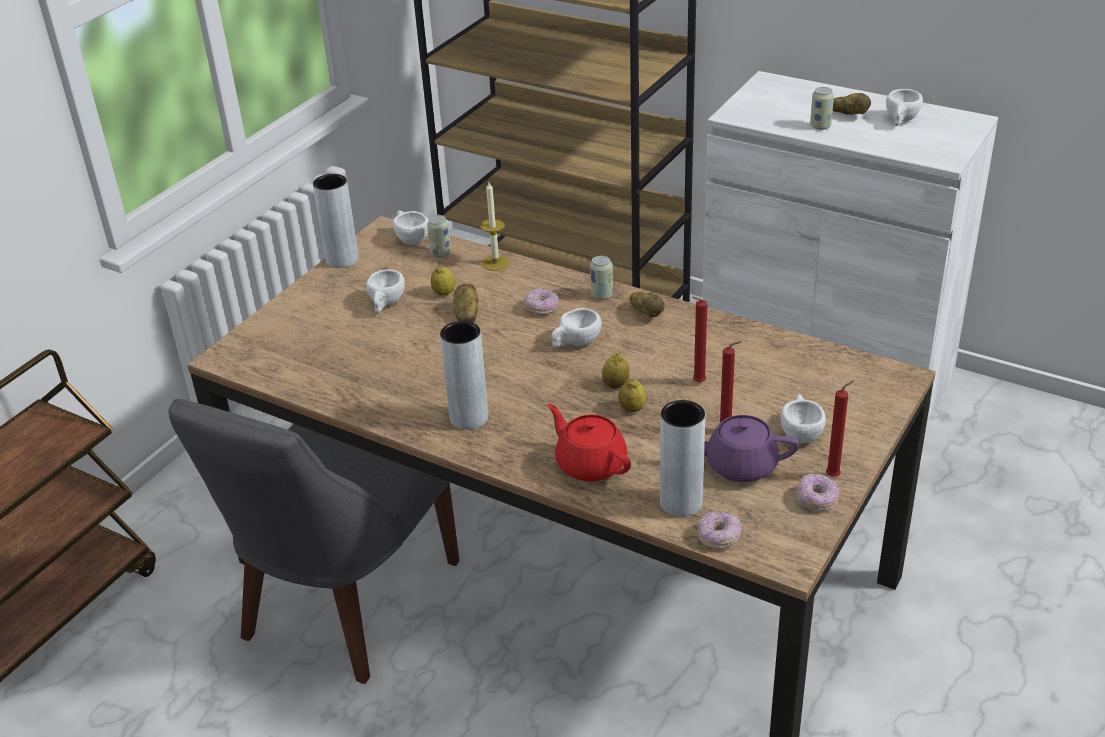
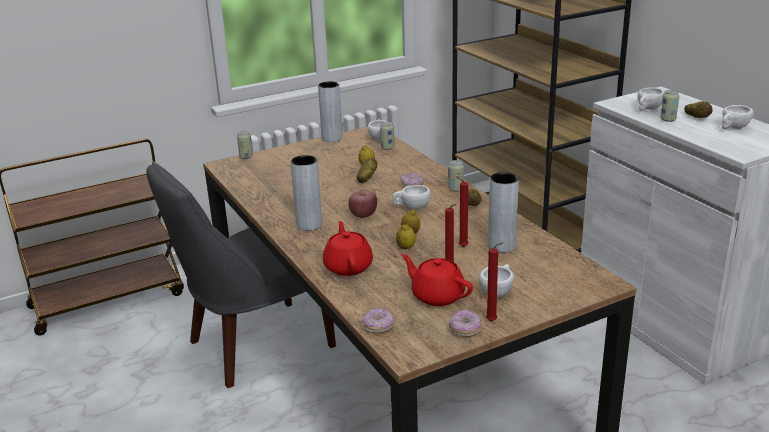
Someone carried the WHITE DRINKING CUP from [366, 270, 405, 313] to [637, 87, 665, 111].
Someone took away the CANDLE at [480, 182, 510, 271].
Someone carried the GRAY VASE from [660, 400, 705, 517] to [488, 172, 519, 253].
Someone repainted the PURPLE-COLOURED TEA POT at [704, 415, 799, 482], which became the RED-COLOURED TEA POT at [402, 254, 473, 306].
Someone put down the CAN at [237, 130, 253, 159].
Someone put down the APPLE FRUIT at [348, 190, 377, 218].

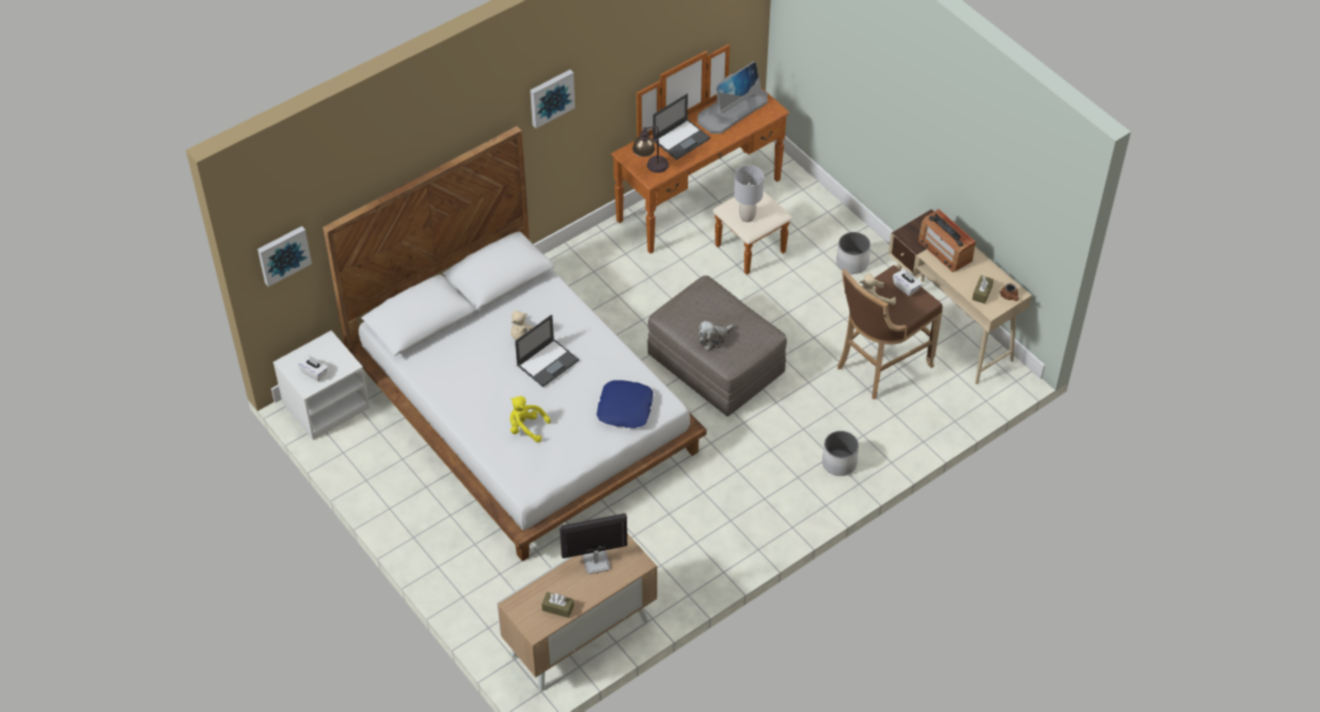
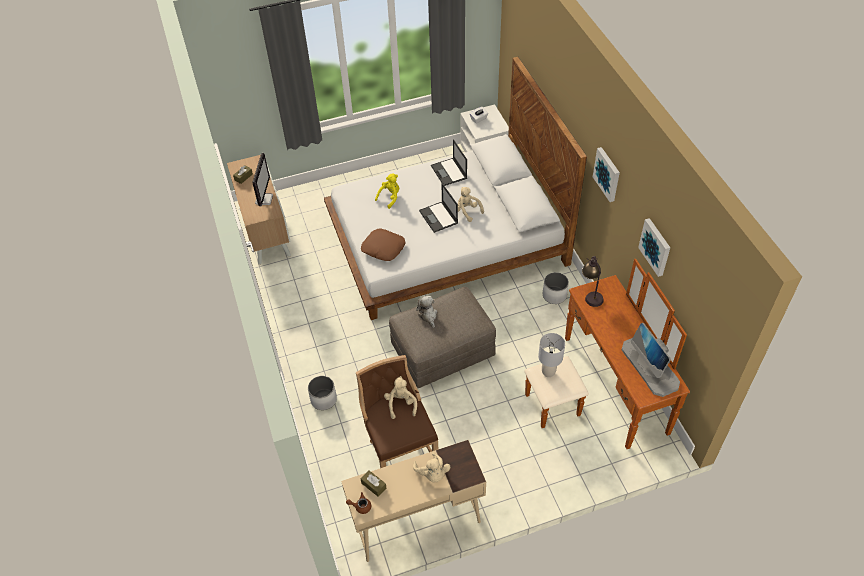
Someone carried the PICTURE from [258, 226, 312, 287] to [638, 218, 670, 277].
Someone repainted the BLUE-COLOURED CUSHION at [596, 380, 653, 428], which became the BROWNISH CUSHION at [361, 228, 405, 261].
Someone carried the LAPTOP from [653, 94, 710, 160] to [431, 139, 467, 186].
Someone carried the WHITE PLANTER from [837, 232, 871, 274] to [543, 272, 569, 304].
Someone took away the WHITE TISSUE BOX at [893, 269, 922, 296].
Someone swapped the RADIO SET at [918, 209, 976, 272] for the SAND-COLOURED PLUSH TOY at [413, 453, 450, 483].

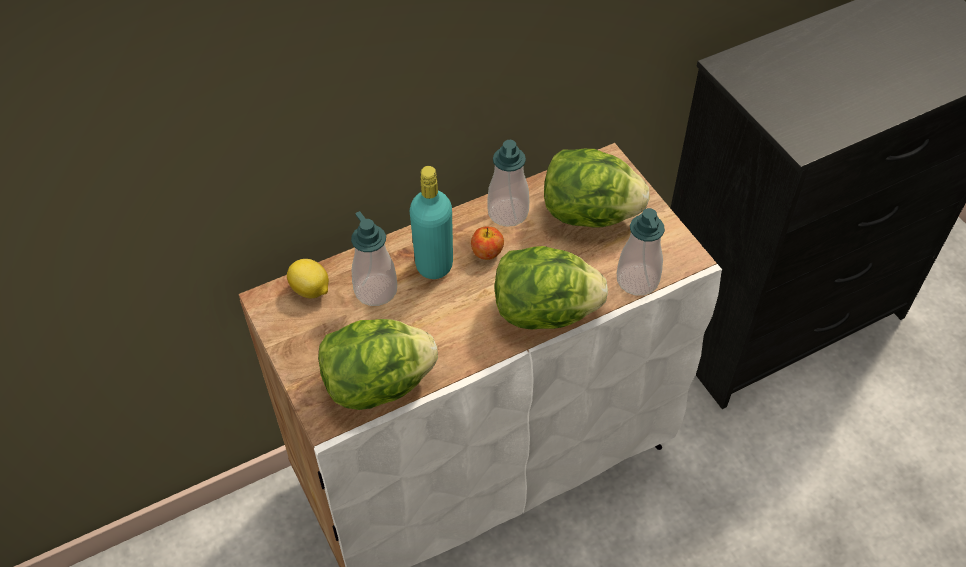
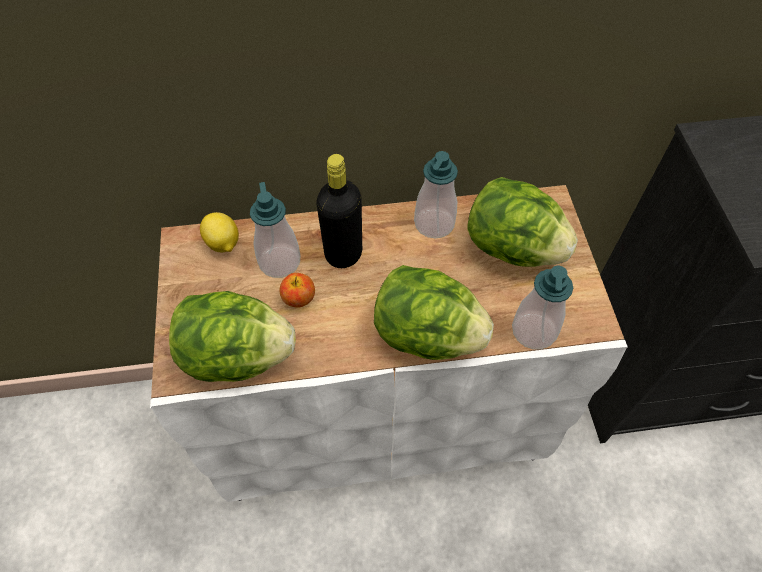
Someone repainted the TURQUOISE BEVERAGE BOTTLE at [410, 166, 453, 279], which became the BLACK BEVERAGE BOTTLE at [317, 154, 362, 268].
Someone carried the APPLE FRUIT from [471, 227, 504, 260] to [280, 273, 315, 308].

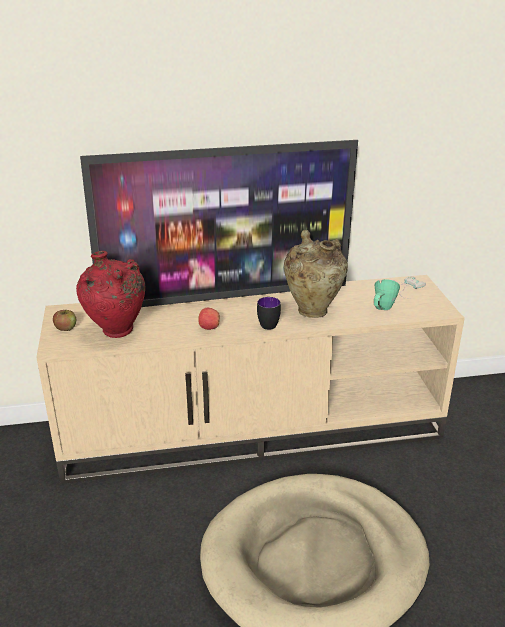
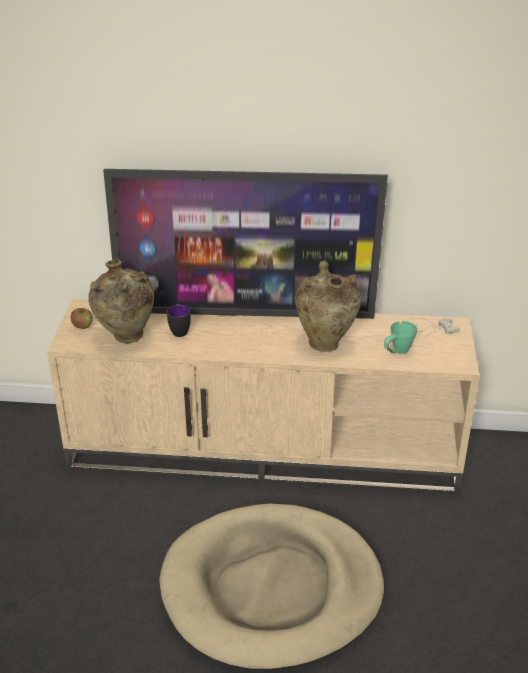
Someone repainted the RED-COLOURED VASE at [76, 251, 145, 338], which became the SAND-COLOURED VASE at [88, 259, 154, 343].
Someone took away the APPLE FRUIT at [198, 308, 220, 330].
Someone carried the COFFEE MUG from [257, 297, 281, 330] to [167, 305, 191, 337].

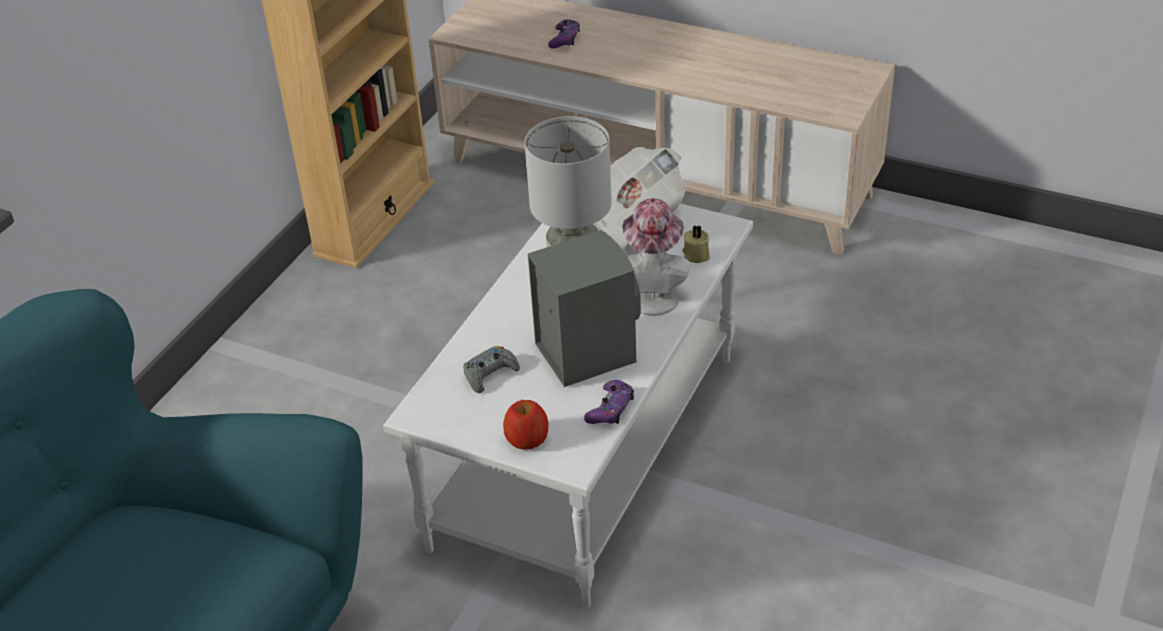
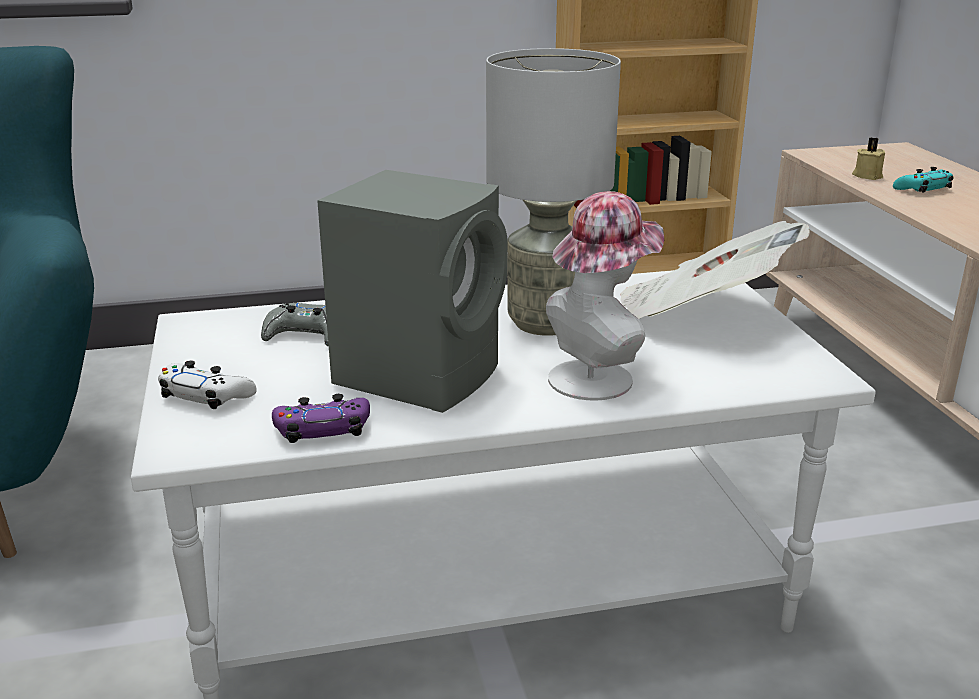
Someone swapped the APPLE FRUIT at [503, 400, 548, 450] for the WHITE GAMEPAD at [158, 361, 257, 409].
Someone repainted the PURPLE-COLOURED GAMEPAD at [548, 19, 580, 49], which became the TURQUOISE GAMEPAD at [893, 167, 953, 193].
Someone carried the SAND-COLOURED CANDLE from [682, 225, 709, 263] to [852, 137, 885, 180].

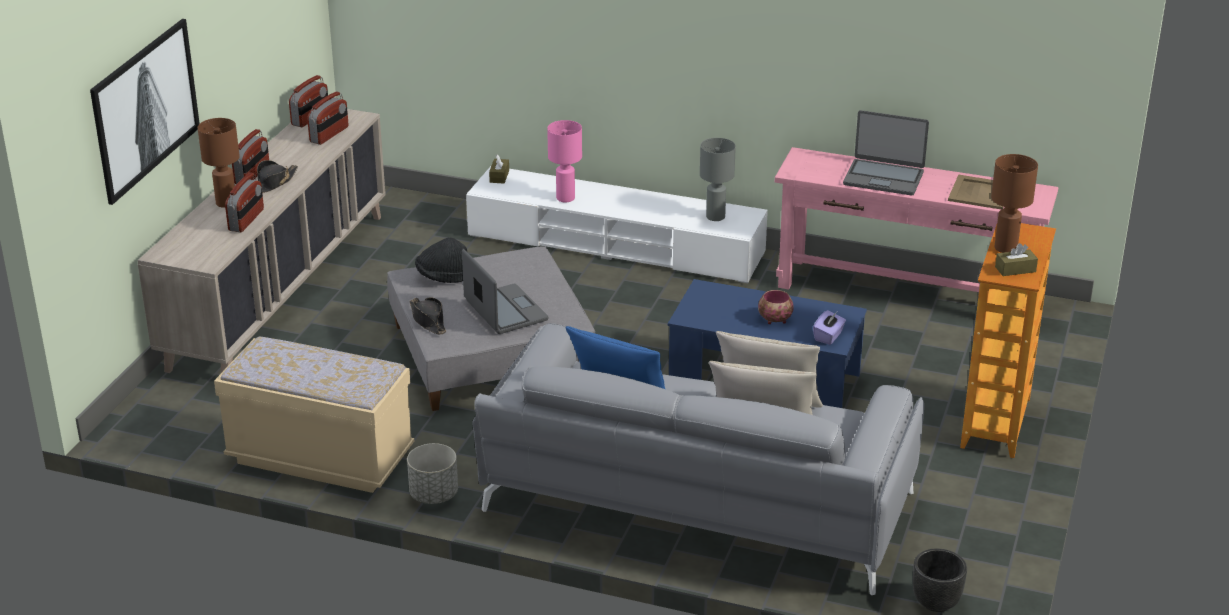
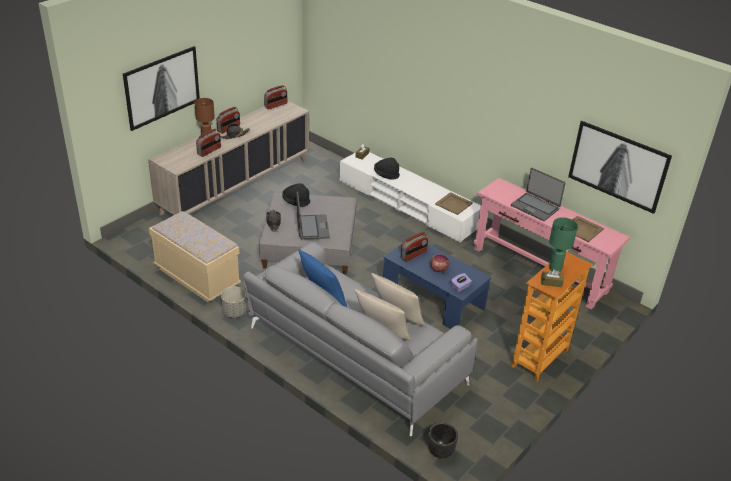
Someone carried the RADIO SET from [307, 91, 349, 145] to [401, 232, 428, 262].
Someone swapped the PINKISH LAMP FOR A TABLE at [547, 120, 582, 202] for the BLACK HAT at [374, 157, 400, 180].
Someone swapped the GRAY LAMP FOR A TABLE at [700, 138, 736, 221] for the SAND-COLOURED TRAY at [435, 192, 473, 215].
Someone repainted the BROWNISH LAMP FOR A TABLE at [991, 154, 1038, 253], which became the GREEN LAMP FOR A TABLE at [549, 217, 578, 272].
Someone put up the PICTURE at [568, 121, 672, 214].

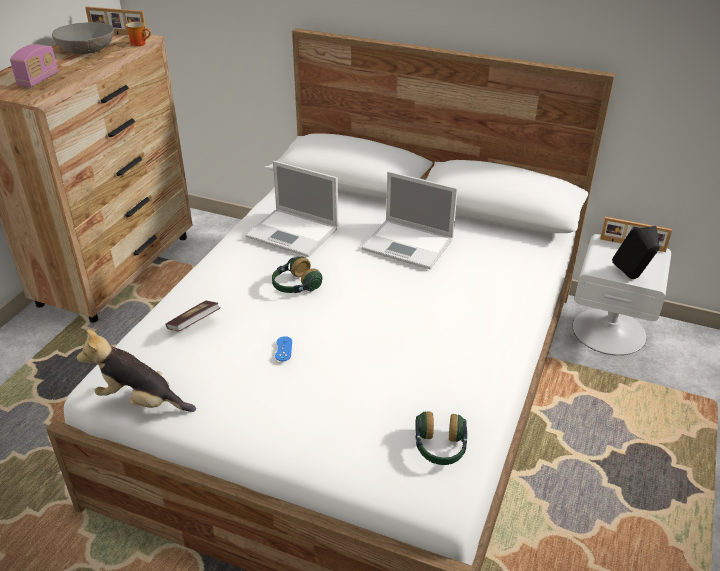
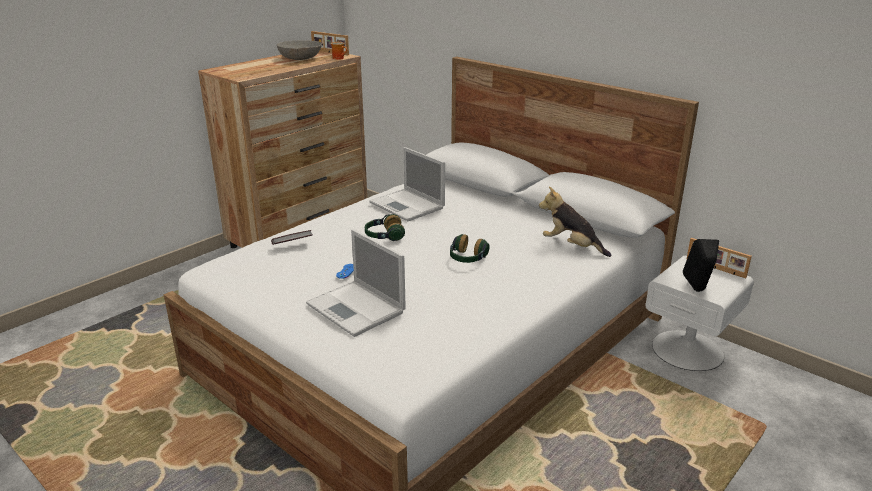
Someone took away the RADIO SET at [10, 44, 58, 87].
Someone carried the PLUSH TOY from [77, 329, 196, 412] to [539, 187, 611, 257].
Someone carried the LAPTOP from [361, 171, 458, 269] to [306, 229, 406, 337].
Someone carried the PAIR OF HEADPHONES from [415, 411, 467, 465] to [450, 234, 490, 263].

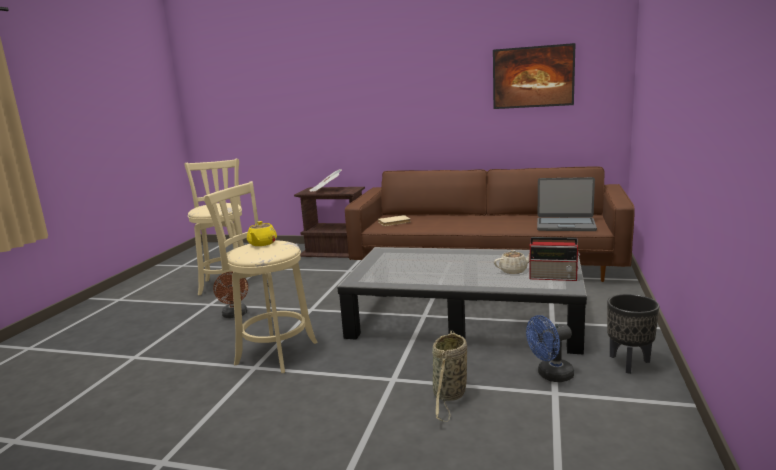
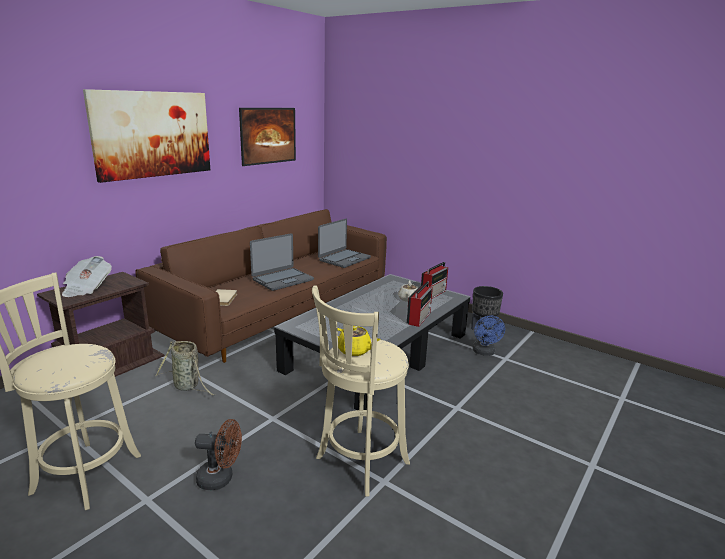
Someone carried the STORAGE BASKET from [432, 331, 467, 422] to [156, 341, 215, 395].
Someone put up the PICTURE at [83, 89, 210, 183].
Someone put down the LAPTOP at [250, 233, 314, 291].
Someone put down the RADIO SET at [407, 281, 433, 327].

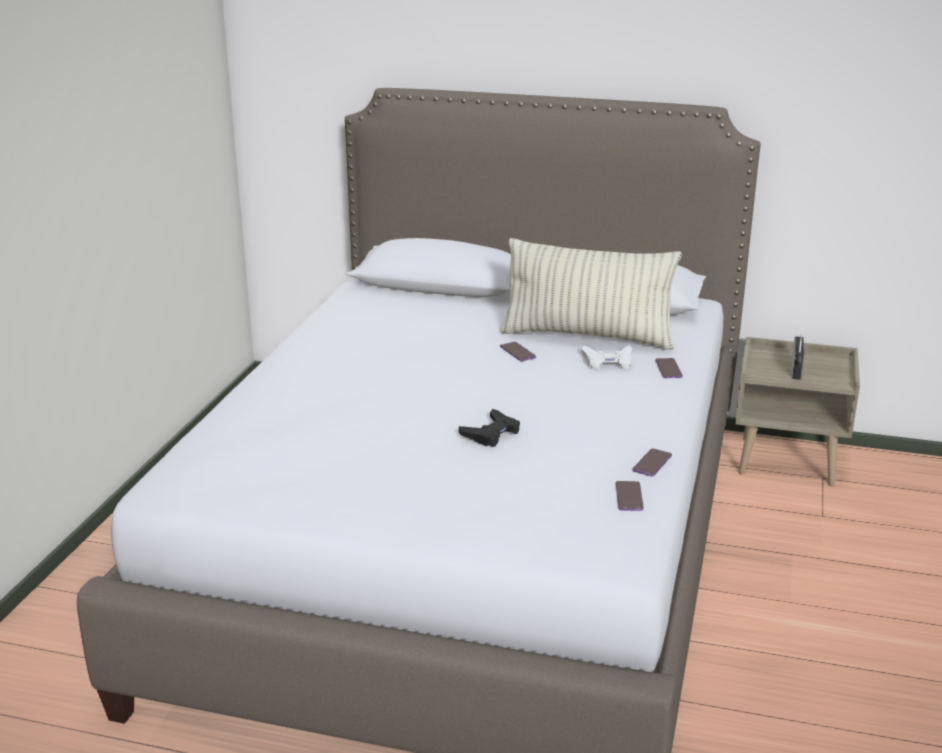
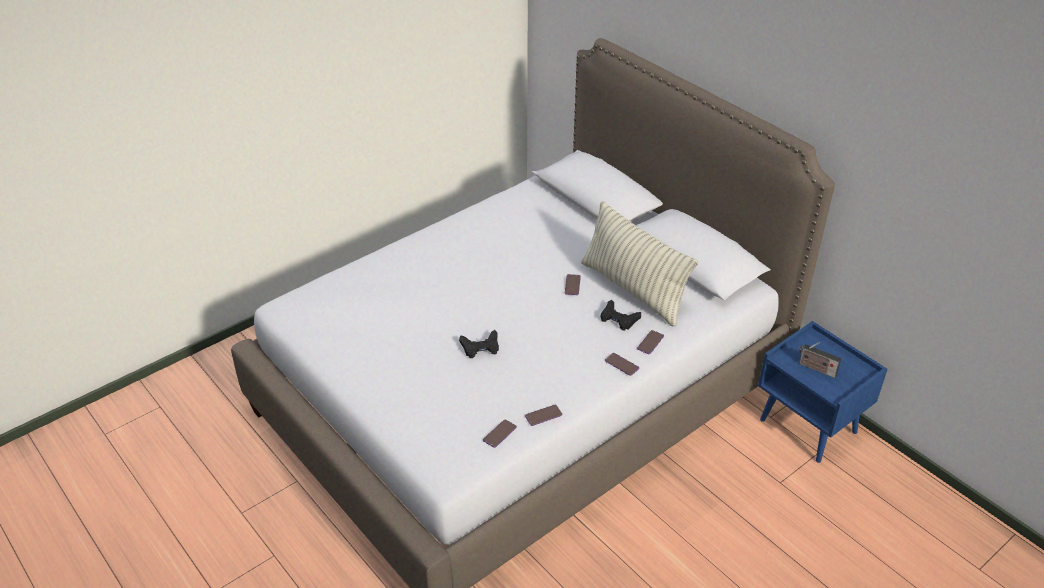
Someone repainted the WHITE GAMEPAD at [581, 345, 632, 369], which became the BLACK GAMEPAD at [601, 300, 641, 331].
Someone repainted the SAND-COLOURED NIGHTSTAND at [735, 337, 860, 486], which became the BLUE-COLOURED NIGHTSTAND at [758, 321, 888, 463].
Someone rotated the RADIO SET at [792, 334, 804, 380] by 75 degrees clockwise.
Someone put down the PHONE at [605, 353, 639, 376].

